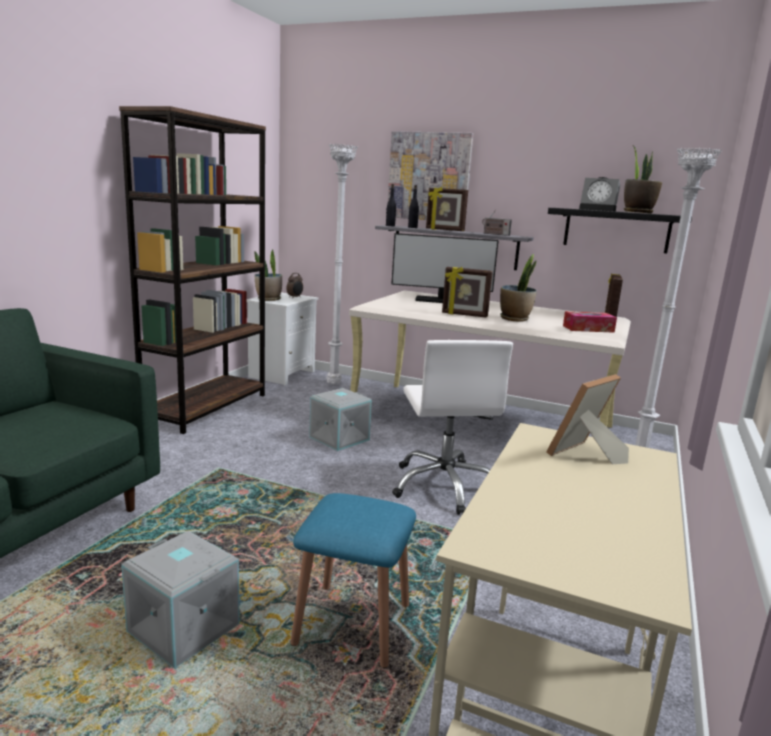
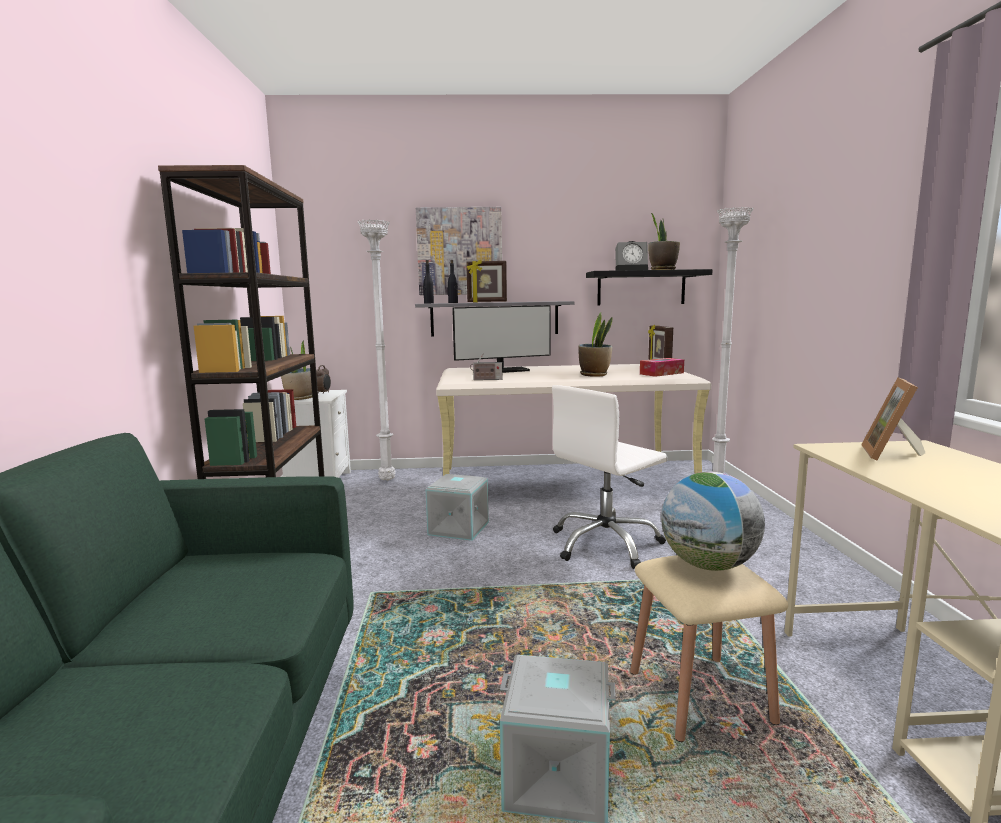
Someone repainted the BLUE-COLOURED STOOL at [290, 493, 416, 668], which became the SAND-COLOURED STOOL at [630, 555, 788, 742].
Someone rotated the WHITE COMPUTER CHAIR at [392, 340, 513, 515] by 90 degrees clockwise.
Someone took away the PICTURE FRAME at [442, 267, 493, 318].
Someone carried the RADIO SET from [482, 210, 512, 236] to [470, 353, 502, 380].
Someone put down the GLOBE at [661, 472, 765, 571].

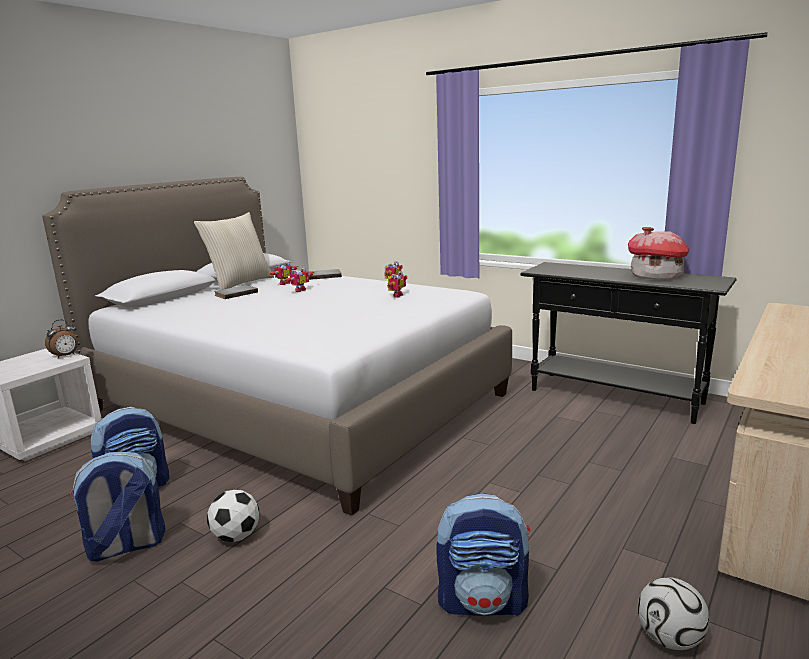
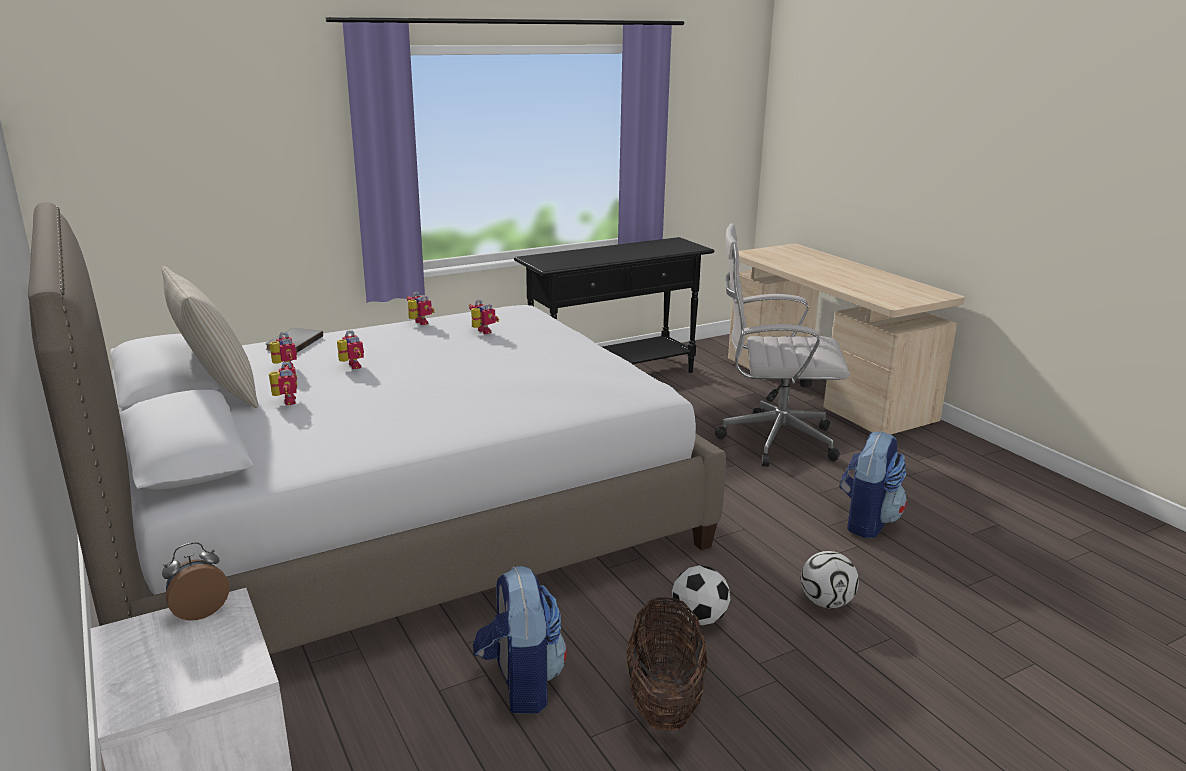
Someone rotated the TABLE CLOCK at [45, 319, 78, 359] by 105 degrees counterclockwise.
Someone swapped the RUCKSACK at [69, 452, 166, 562] for the STORAGE BASKET at [626, 596, 708, 731].
Someone swapped the GRAY BOOK at [214, 285, 258, 299] for the MODEL ROBOT at [269, 362, 297, 405].
Someone took away the MODEL HOUSE at [628, 227, 689, 279].
Someone carried the BALL FOR FOOTBALL from [638, 577, 710, 650] to [801, 551, 859, 608].
Someone put down the WHITE COMPUTER CHAIR at [715, 223, 850, 467].

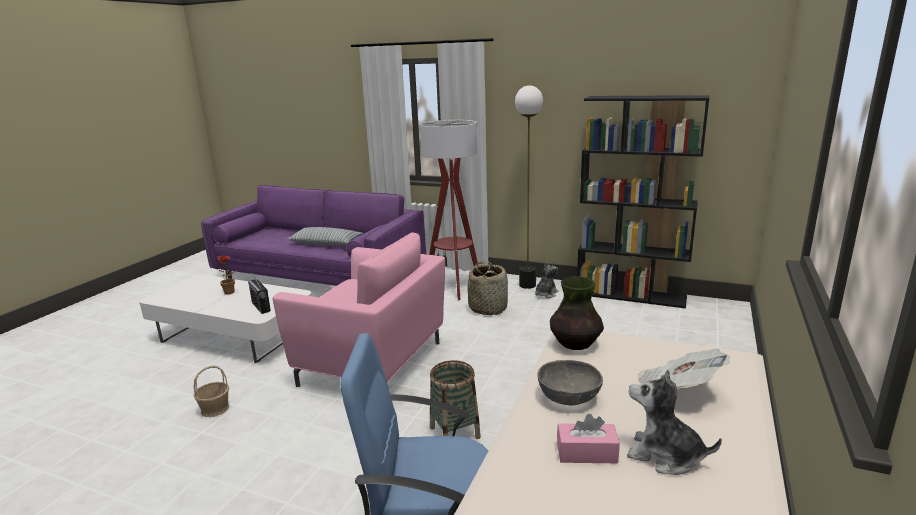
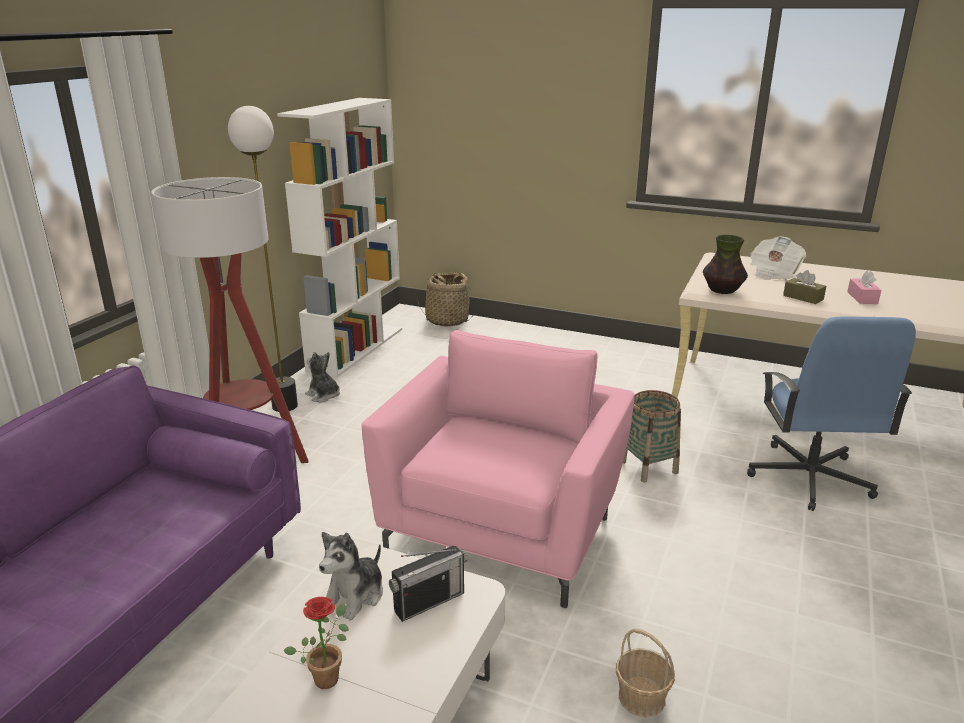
Someone took away the CUSHION at [287, 227, 363, 246].
Someone carried the STORAGE BASKET from [468, 261, 508, 315] to [418, 272, 474, 326].
Someone swapped the GRAY DEEP DISH at [538, 360, 603, 405] for the BROWNISH TISSUE BOX at [783, 270, 826, 304].
Someone repainted the BLACK SHELVING UNIT at [577, 95, 709, 308], which became the WHITE SHELVING UNIT at [277, 98, 402, 378].
Someone carried the PLUSH TOY from [627, 370, 722, 475] to [319, 532, 383, 621].

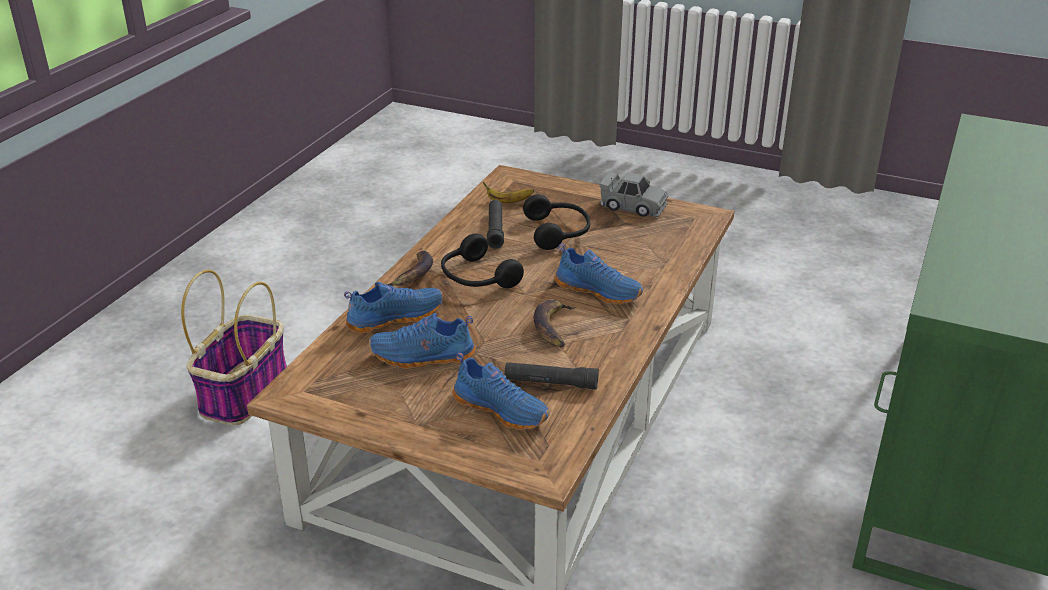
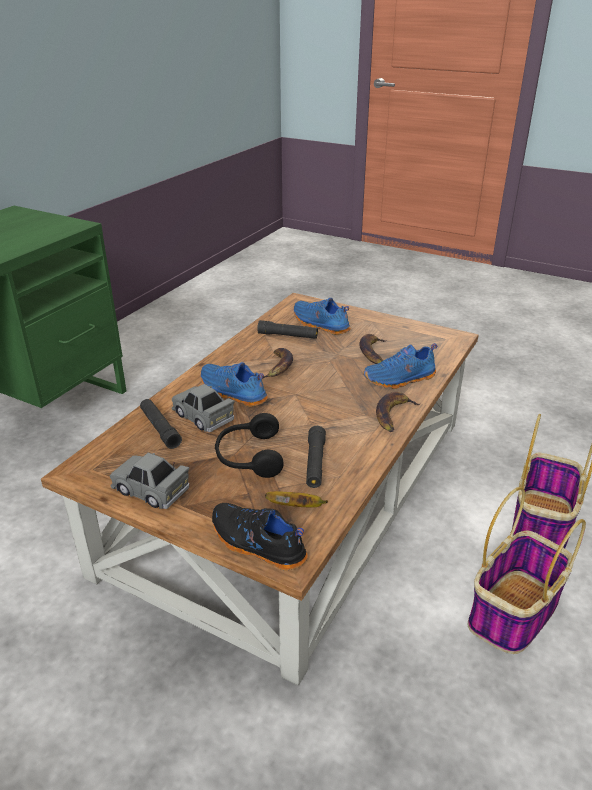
Someone swapped the BLUE-COLOURED SHOE at [369, 313, 476, 369] for the WHOLE BANANA at [359, 334, 387, 364].
Someone took away the BLACK PAIR OF HEADPHONES at [441, 234, 524, 288].
Someone put down the BLACK HAND TORCH at [140, 399, 182, 449].
Someone put down the GRAY TOY CAR at [172, 384, 235, 432].
Someone put down the BLACK SHOE at [212, 503, 308, 570].
Someone put down the STORAGE BASKET at [468, 487, 586, 654].

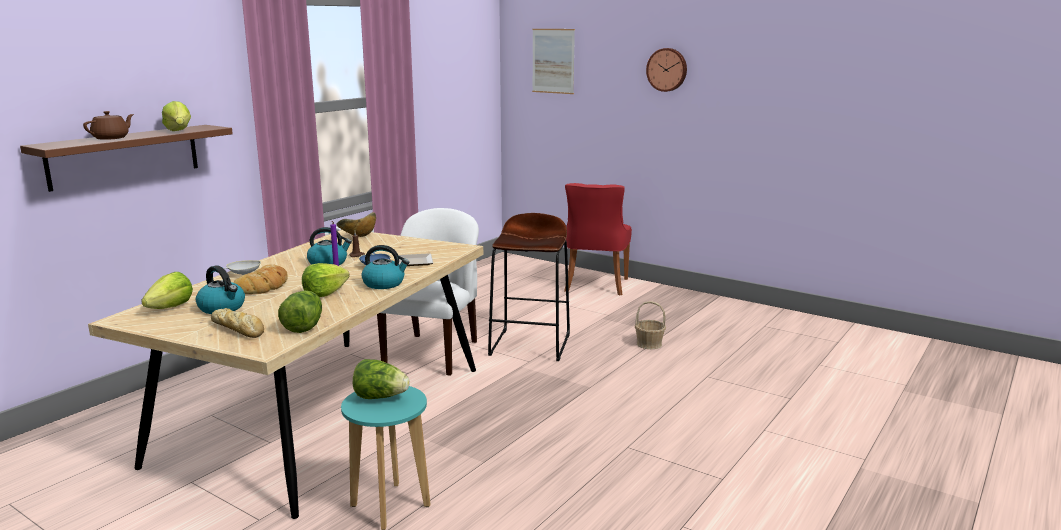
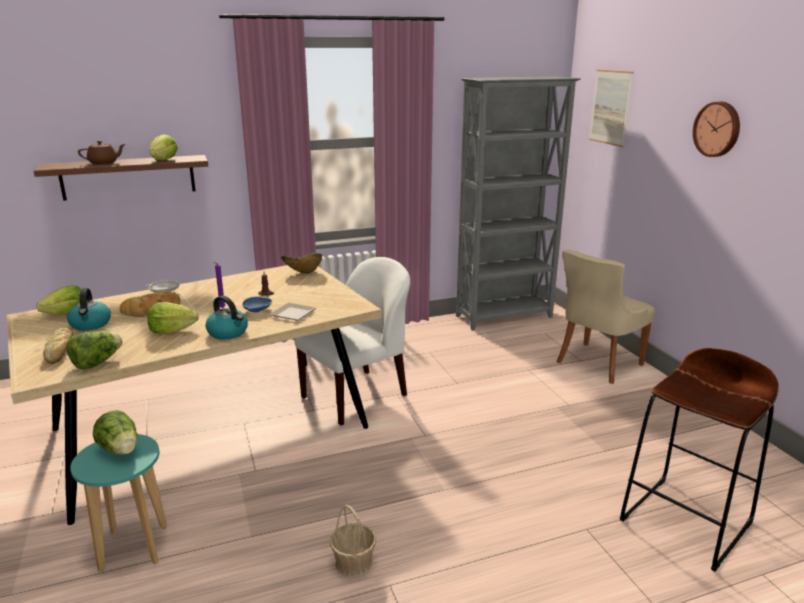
Someone took away the KETTLE at [307, 227, 352, 265].
Someone carried the BROWNISH STOOL from [488, 213, 570, 361] to [620, 348, 779, 571].
Someone repainted the RED-COLOURED CHAIR at [564, 183, 632, 295], which became the SAND-COLOURED CHAIR at [557, 250, 655, 384].
Someone carried the STORAGE BASKET from [635, 301, 666, 349] to [330, 505, 376, 577].
Someone put down the GRAY SHELVING UNIT at [456, 76, 581, 330].

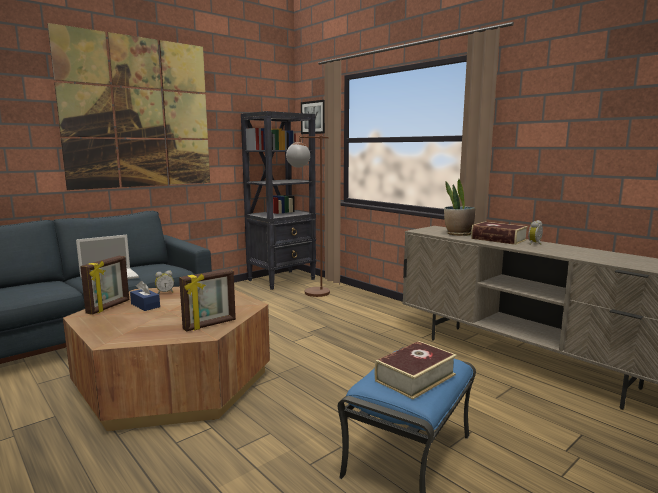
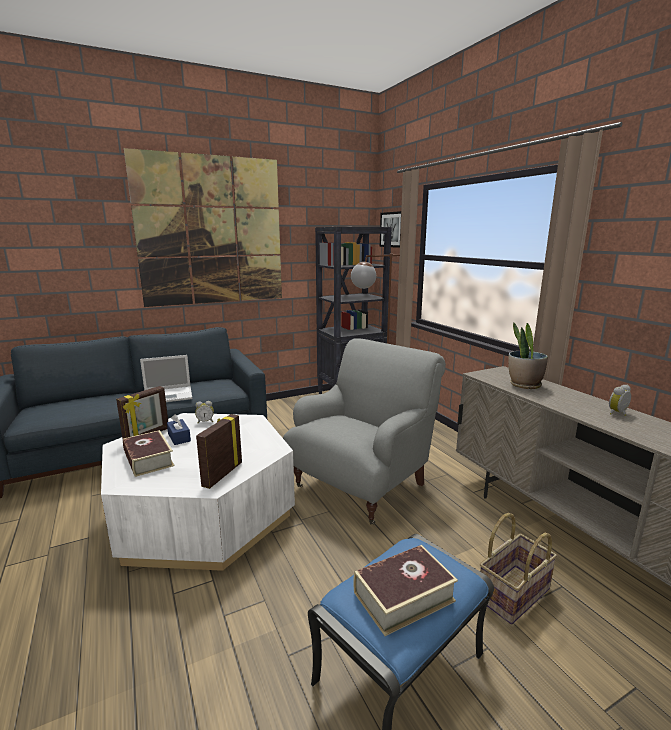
Someone repainted the BROWNISH LOW TABLE at [63, 287, 270, 431], which became the WHITE LOW TABLE at [101, 413, 295, 571].
Someone rotated the PICTURE FRAME at [179, 269, 236, 332] by 135 degrees clockwise.
Someone carried the BOOK from [471, 222, 528, 245] to [123, 430, 174, 477].
Someone put down the GRAY ARMCHAIR at [283, 338, 446, 524].
Someone put down the STORAGE BASKET at [480, 513, 557, 625].

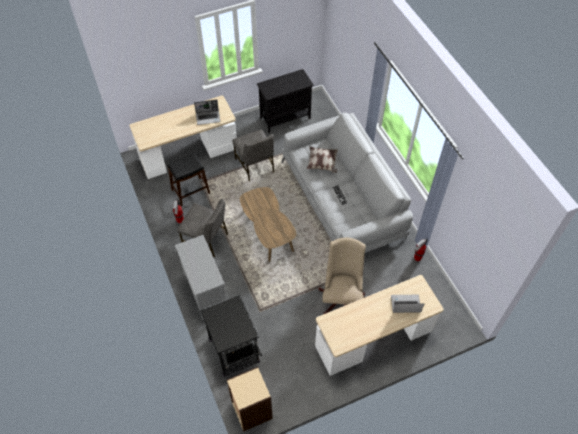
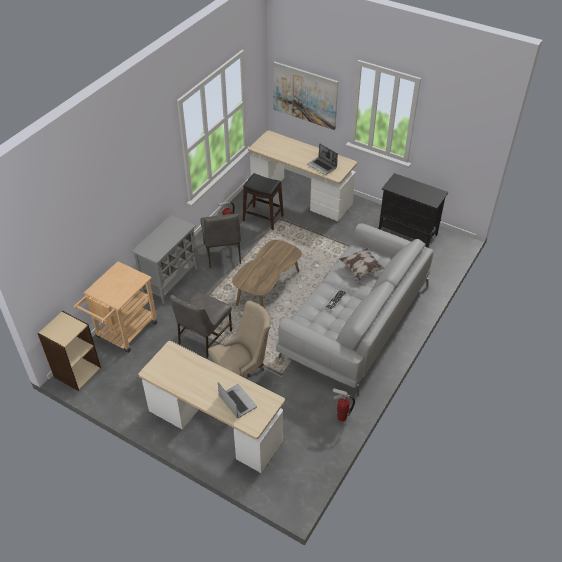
Someone repainted the BLACK CART at [201, 295, 262, 377], which became the SAND-COLOURED CART at [74, 261, 157, 353].
Someone carried the GRAY CHAIR from [232, 130, 274, 181] to [170, 291, 232, 358].
Someone put up the PICTURE at [273, 61, 339, 130].

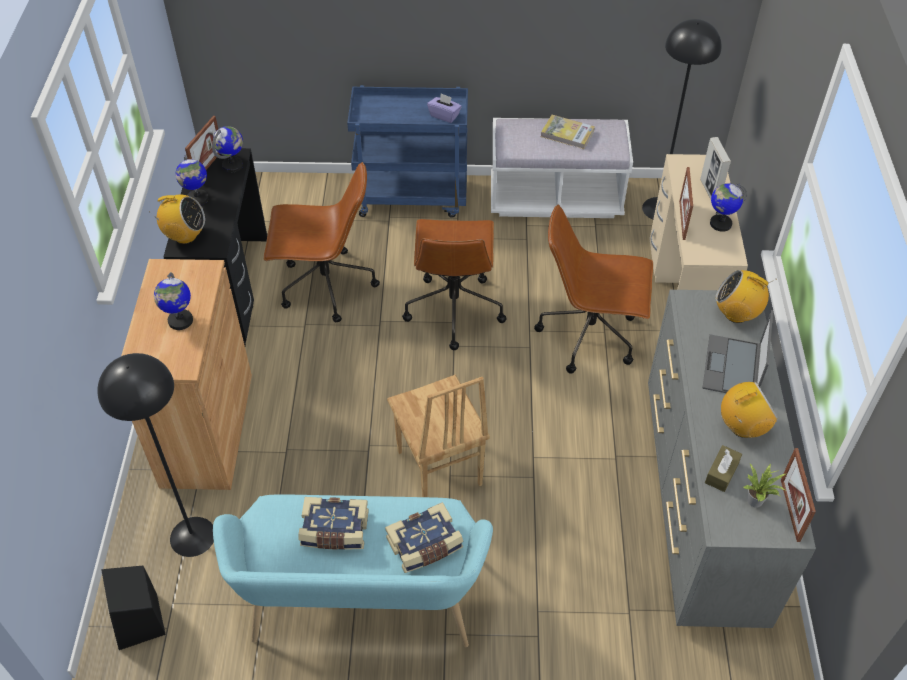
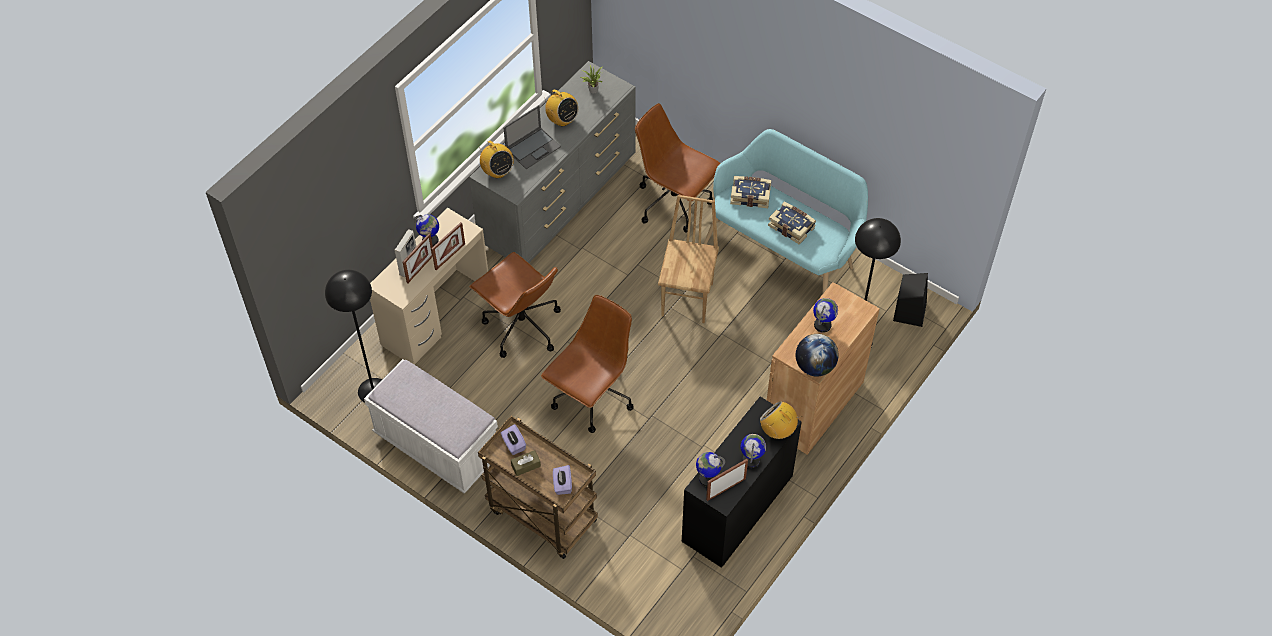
Someone carried the BROWNISH COMPUTER CHAIR from [264, 162, 380, 322] to [635, 103, 721, 232].
Someone repainted the BLUE-COLOURED CART at [347, 85, 468, 218], which became the BROWNISH CART at [478, 416, 598, 559].
Someone took away the BOOK at [541, 115, 595, 149].
Someone carried the BROWNISH TISSUE BOX from [705, 445, 742, 492] to [511, 450, 541, 476].
Someone rotated the RADIO SET at [721, 382, 778, 438] by 150 degrees counterclockwise.
Someone carried the PICTURE FRAME from [781, 448, 816, 542] to [403, 233, 433, 283].
Someone put down the PURPLE-COLOURED TISSUE BOX at [553, 465, 572, 495].
Someone put down the GLOBE at [796, 334, 839, 376].

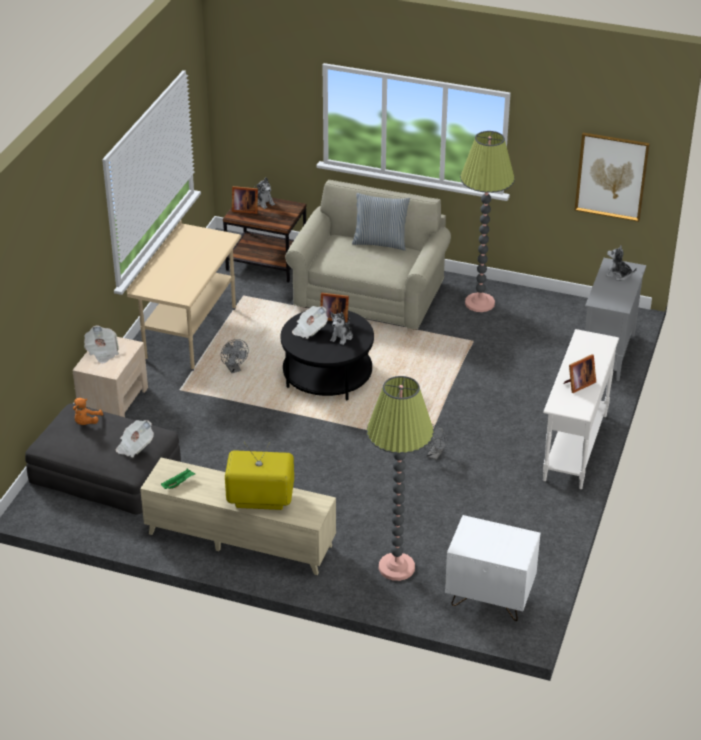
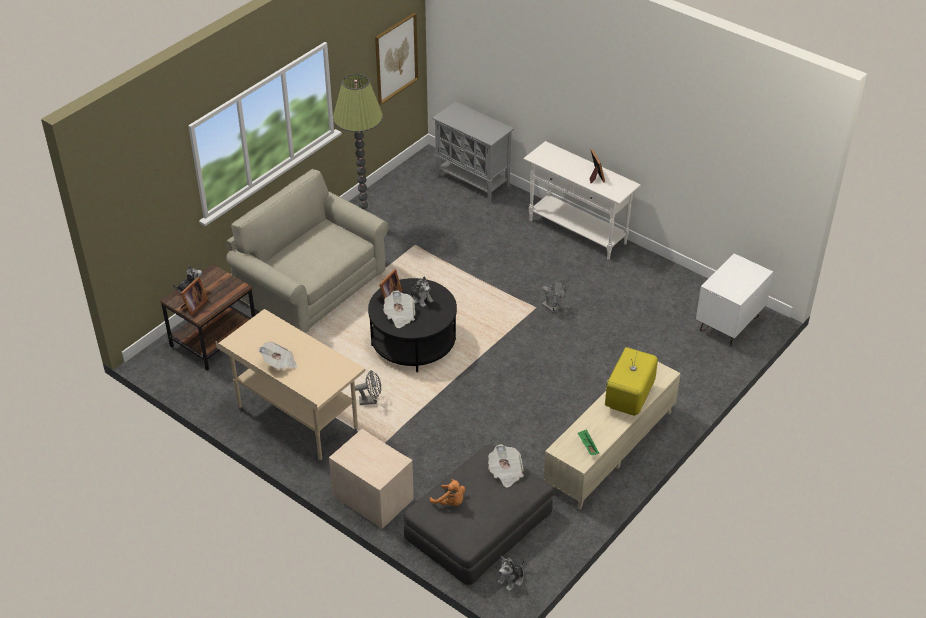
Someone carried the PRINTED PAPER from [84, 325, 119, 364] to [258, 342, 298, 370].
Someone took away the CUSHION at [352, 193, 410, 251].
Someone took away the FLOOR LAMP at [367, 376, 434, 581].
Someone carried the PLUSH TOY from [606, 245, 637, 280] to [497, 556, 524, 591].

